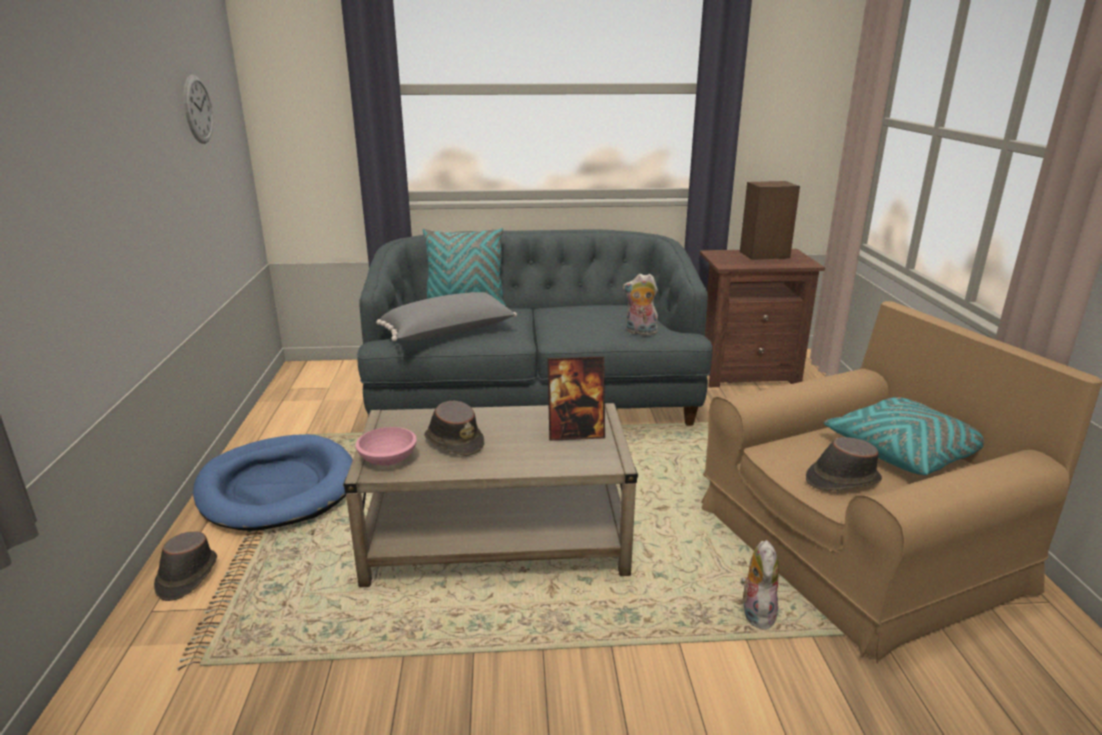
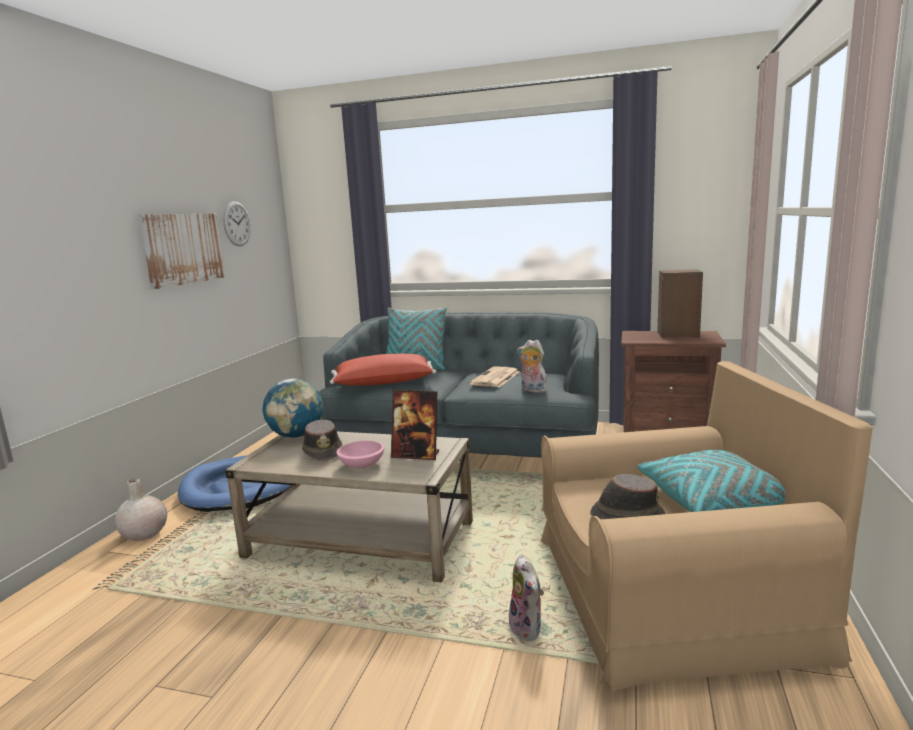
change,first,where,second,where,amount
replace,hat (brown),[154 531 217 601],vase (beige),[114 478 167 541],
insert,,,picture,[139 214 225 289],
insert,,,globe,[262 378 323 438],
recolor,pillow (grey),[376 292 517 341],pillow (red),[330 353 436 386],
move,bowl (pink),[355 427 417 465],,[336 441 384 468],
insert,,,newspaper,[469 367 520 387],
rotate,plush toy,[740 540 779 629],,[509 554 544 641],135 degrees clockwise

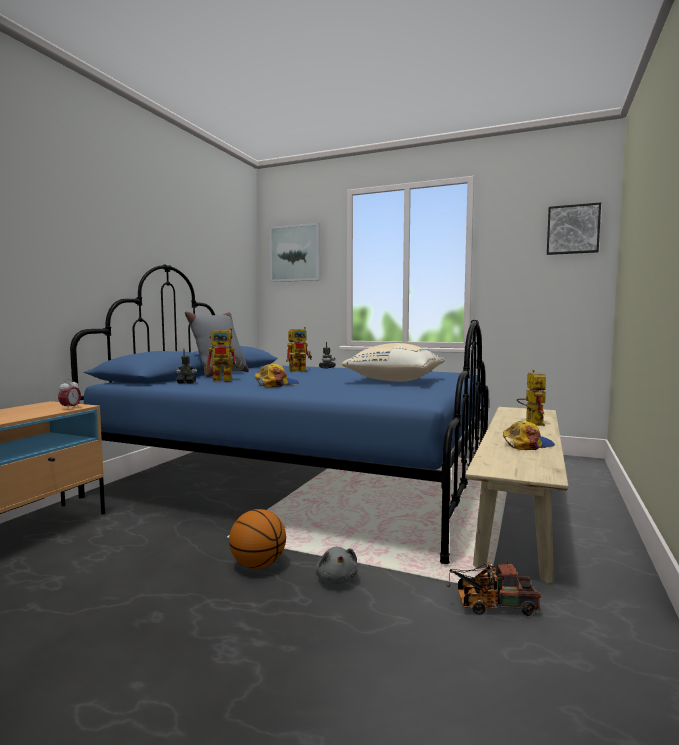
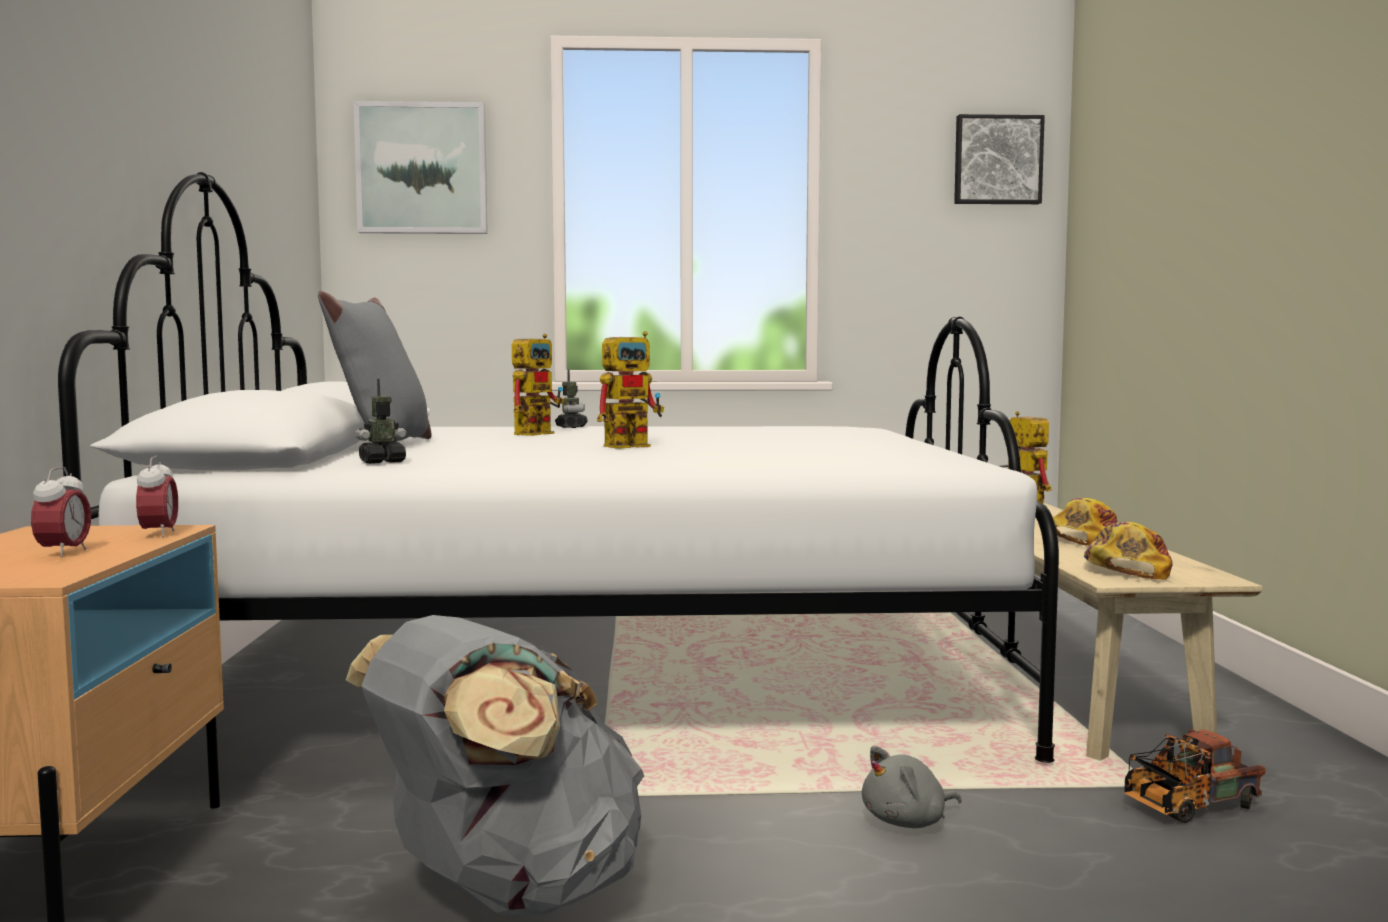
change,first,where,second,where,amount
insert,,,alarm clock,[31 467 91 558],
recolor,bed (blue),[70 264 489 564],bed (white),[58 172 1059 763],
insert,,,backpack (grey),[346 615 644 917],
move,toy robot,[205 327 242 382],,[597 331 664 449],
rotate,plush toy (grey),[315 547 358 584],,[862 746 962 828],105 degrees clockwise
move,cap,[255 364 299 387],,[1084 522 1173 580],
delete,basketball,[229 509 286 569],,,
delete,pillow (beige),[342 343 445 382],,,

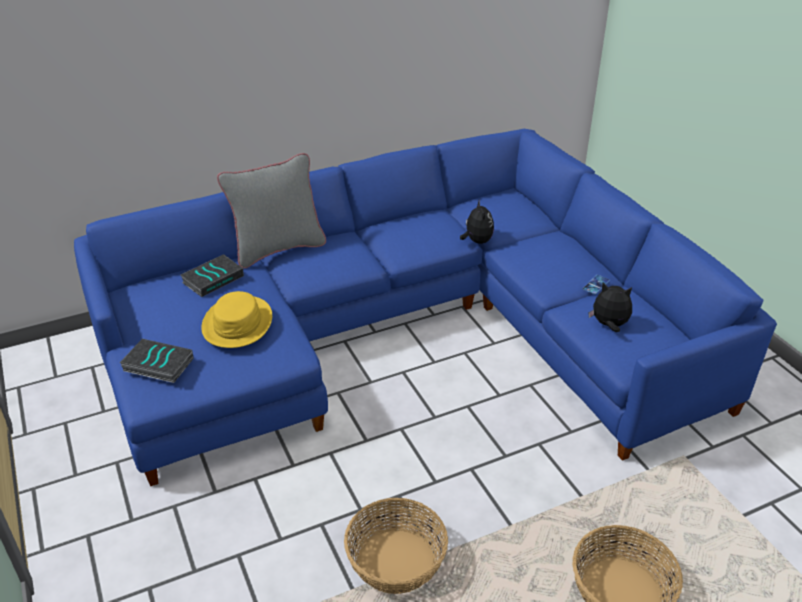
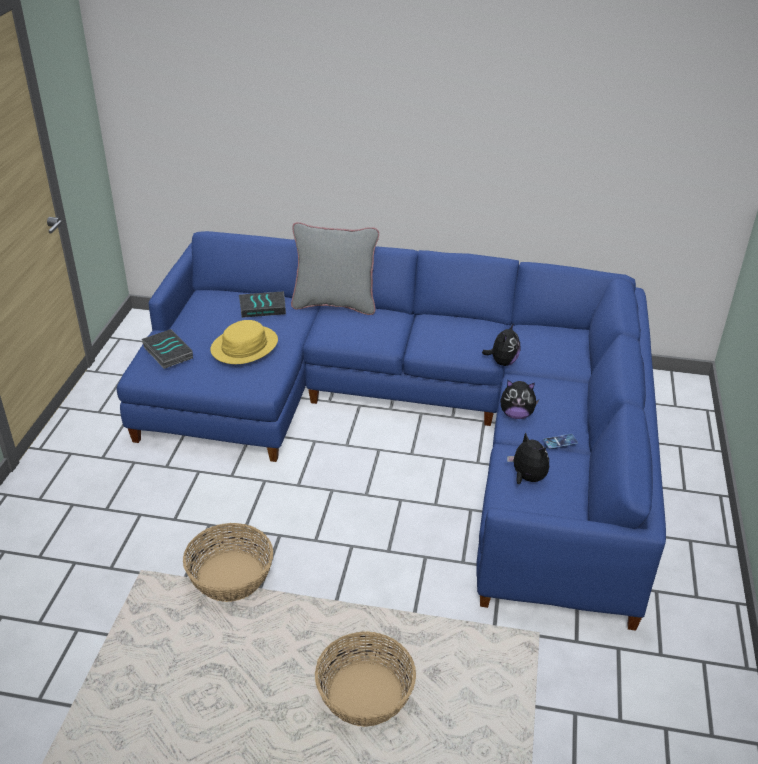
change,first,where,second,where,amount
insert,,,plush toy,[500 380 539 419],

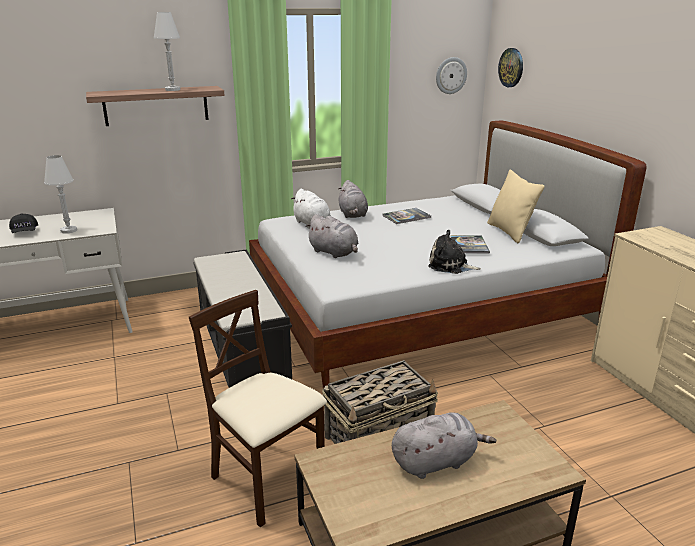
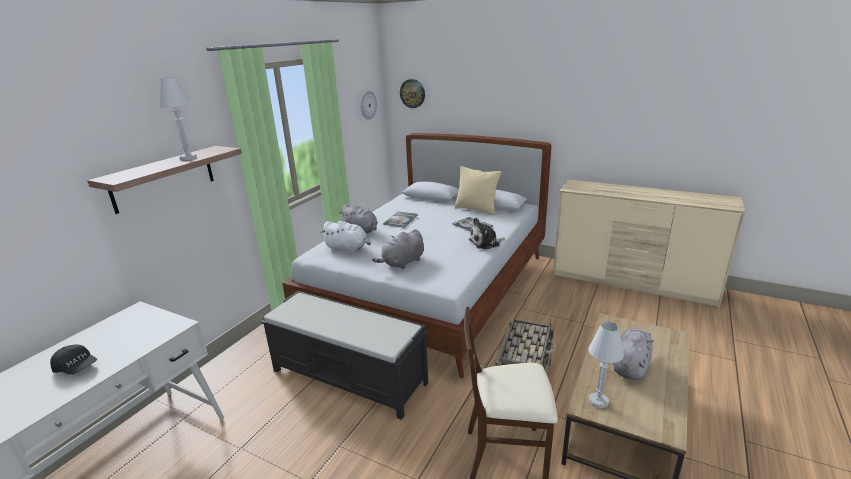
change,first,where,second,where,amount
rotate,plush toy (grey),[305 214 358 258],,[372 229 424 269],135 degrees clockwise
move,table lamp (white),[44 155 77 234],,[588 321 624 408],

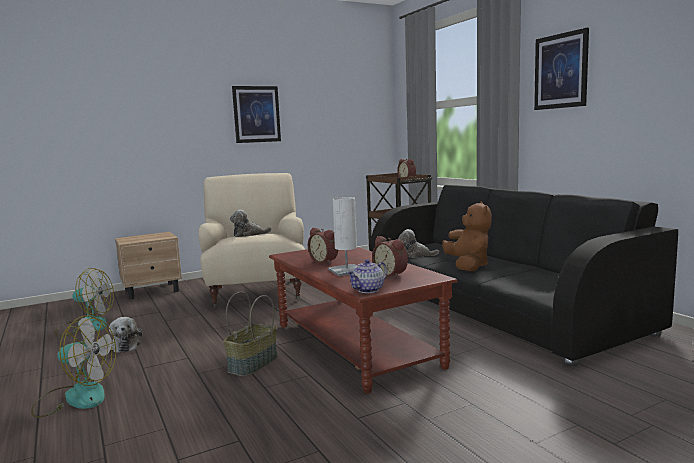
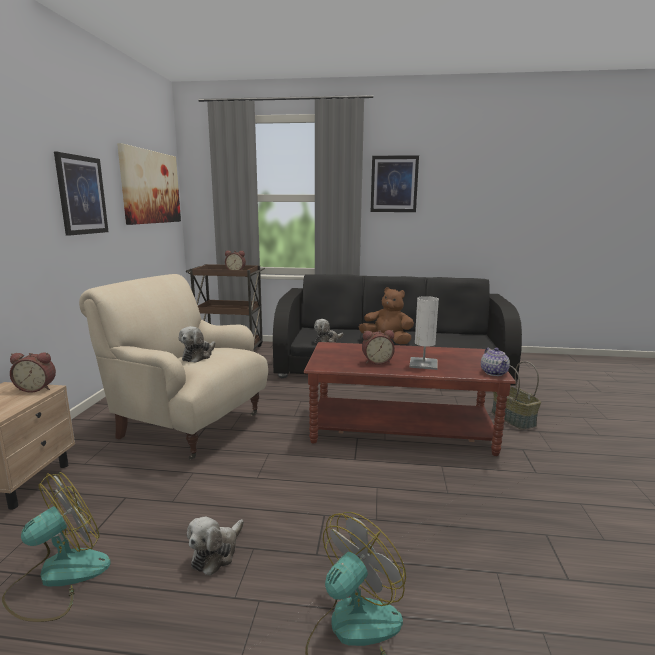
change,first,where,second,where,amount
move,alarm clock,[372 236 408 278],,[10 352 56 392],
insert,,,picture,[117 143 181 225],
rotate,plush toy,[109 317 142 353],,[187 517 244 576],105 degrees clockwise
move,basket,[223 292 278 377],,[492 361 541 430],

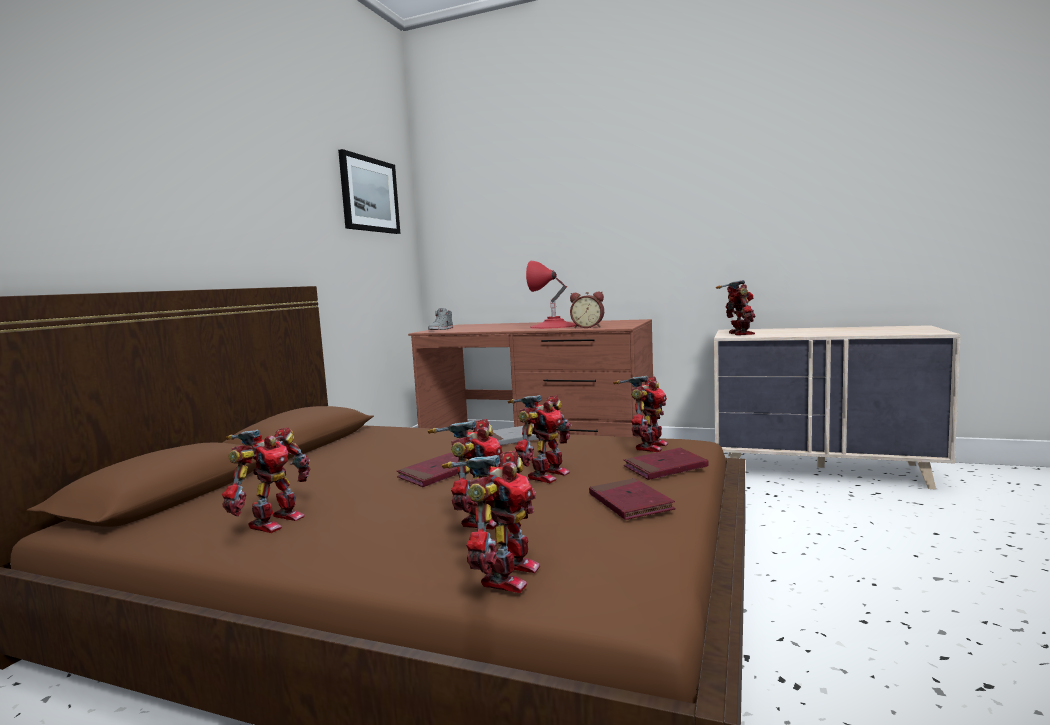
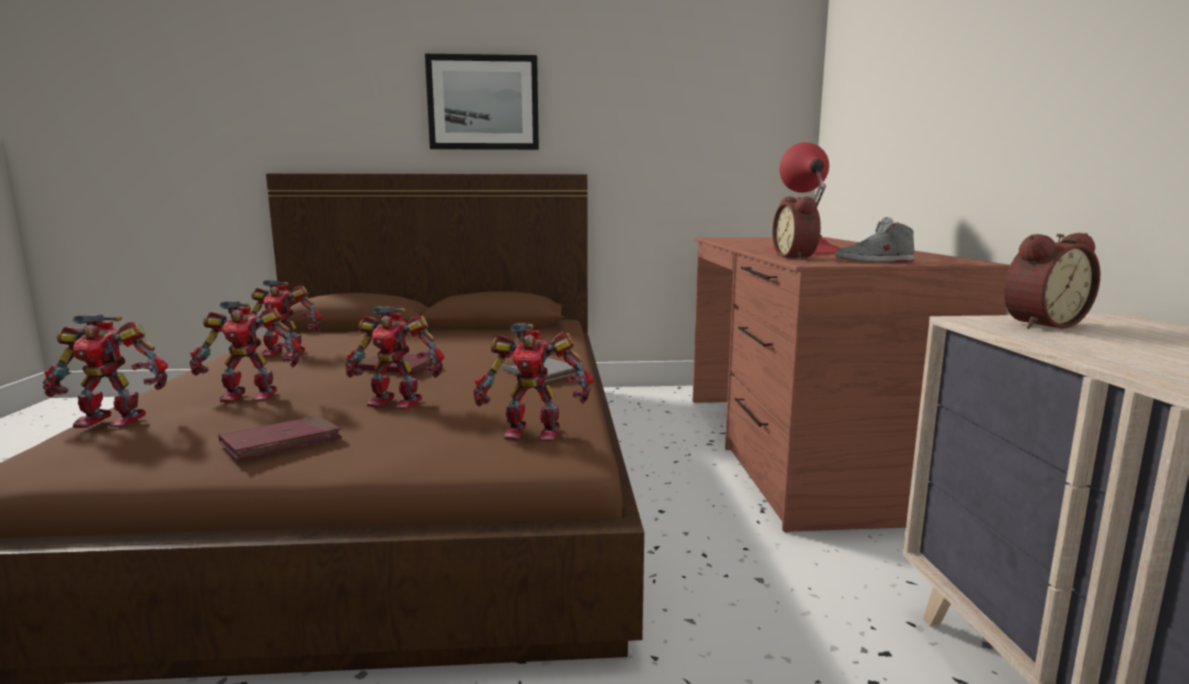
change,first,where,second,where,amount
move,picture,[338 149 400 234],,[425 54 539 150],
move,shoe (grey),[428 308 453 330],,[835 217 915 262],
replace,toy robot,[716 280 755 335],alarm clock,[1004 233 1100 329],
delete,book (red),[624 448 709 480],,,

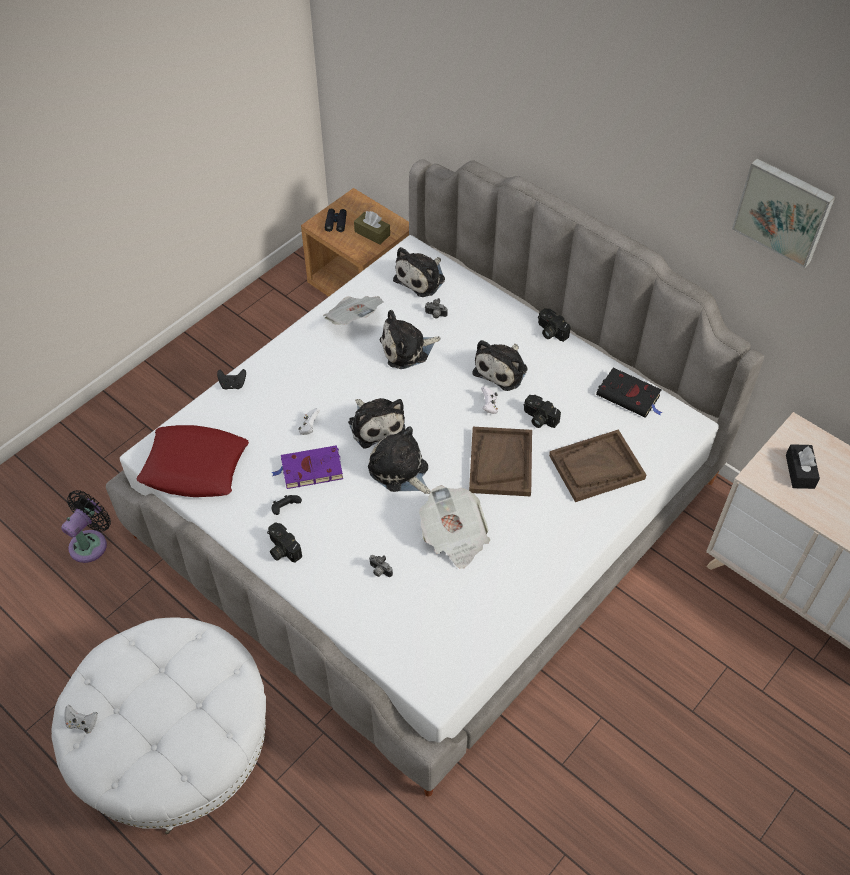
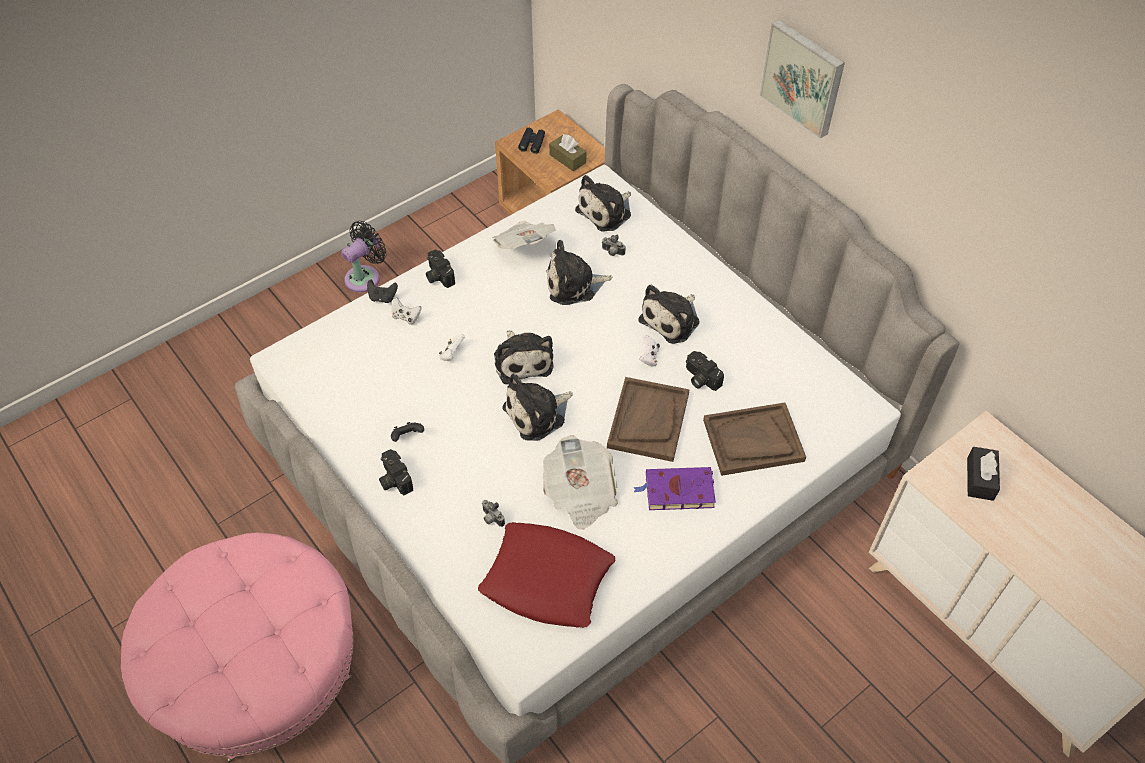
change,first,where,second,where,amount
recolor,ottoman (white),[51 617 266 835],ottoman (pink),[121 532 353 763],
move,fan (black),[61 490 111 563],,[341 221 387 292],
move,game controller (white),[64 705 98 733],,[392 297 422 325],
move,photo camera,[538 308 571 342],,[426 249 455 288],
move,pillow (red),[136 425 249 497],,[478 522 615 628],
rotate,plush toy,[368 426 431 494],,[502 373 573 441],90 degrees counterclockwise
move,book (purple),[272 445 343 489],,[633 467 716 510],
move,picture,[732 158 835 268],,[760 19 845 139],
delete,book (black),[596 368 663 418],,,

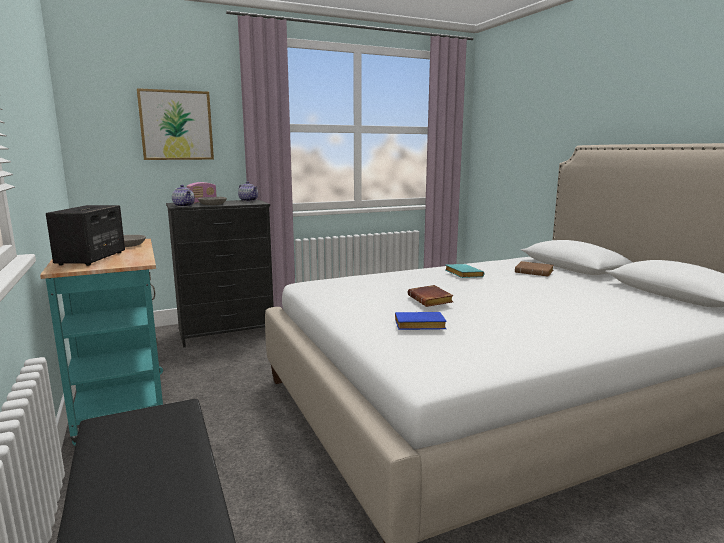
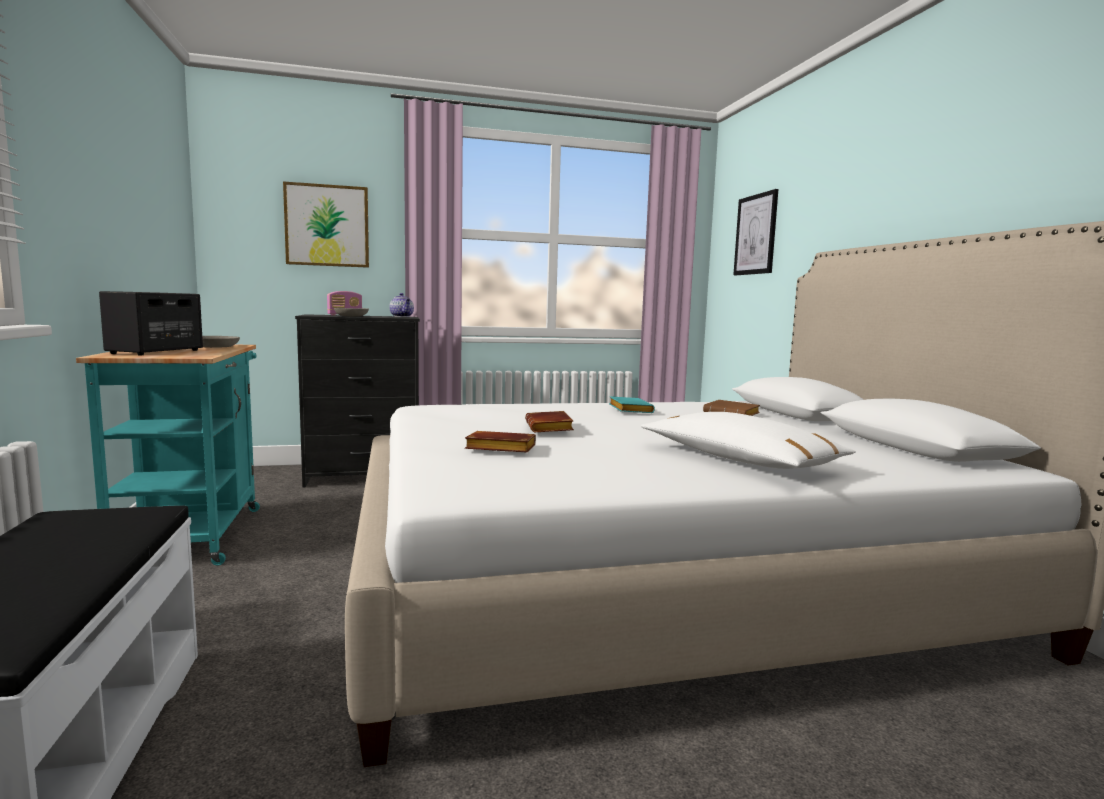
change,first,where,second,where,amount
recolor,book (blue),[395 312 447 330],book (brown),[465 431 536 452],
insert,,,pillow (white),[641 412 856 469],
insert,,,picture,[733 189 778 275],
delete,teapot,[172 185 195 207],,,

